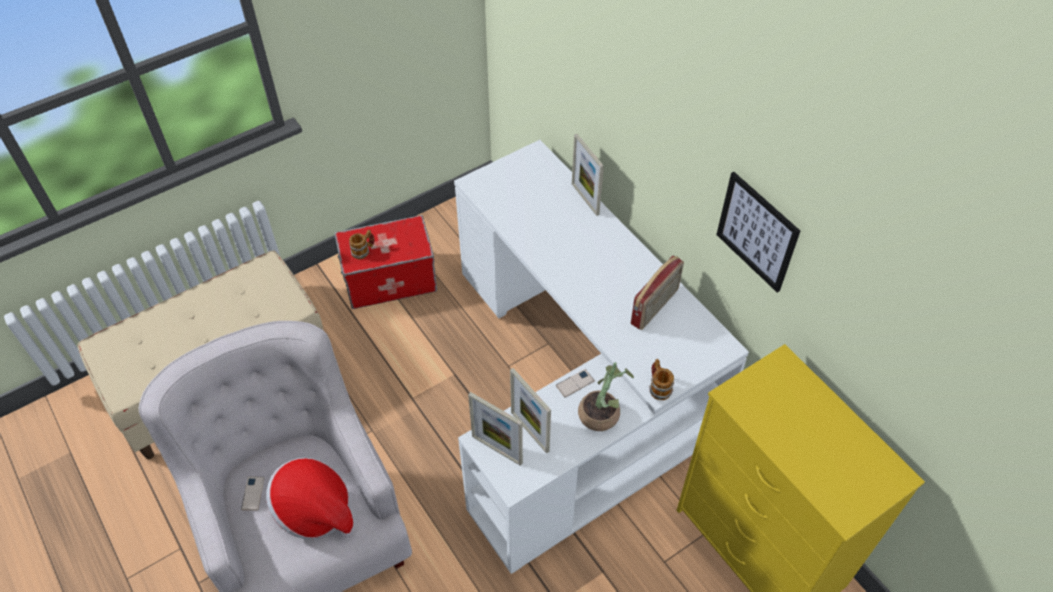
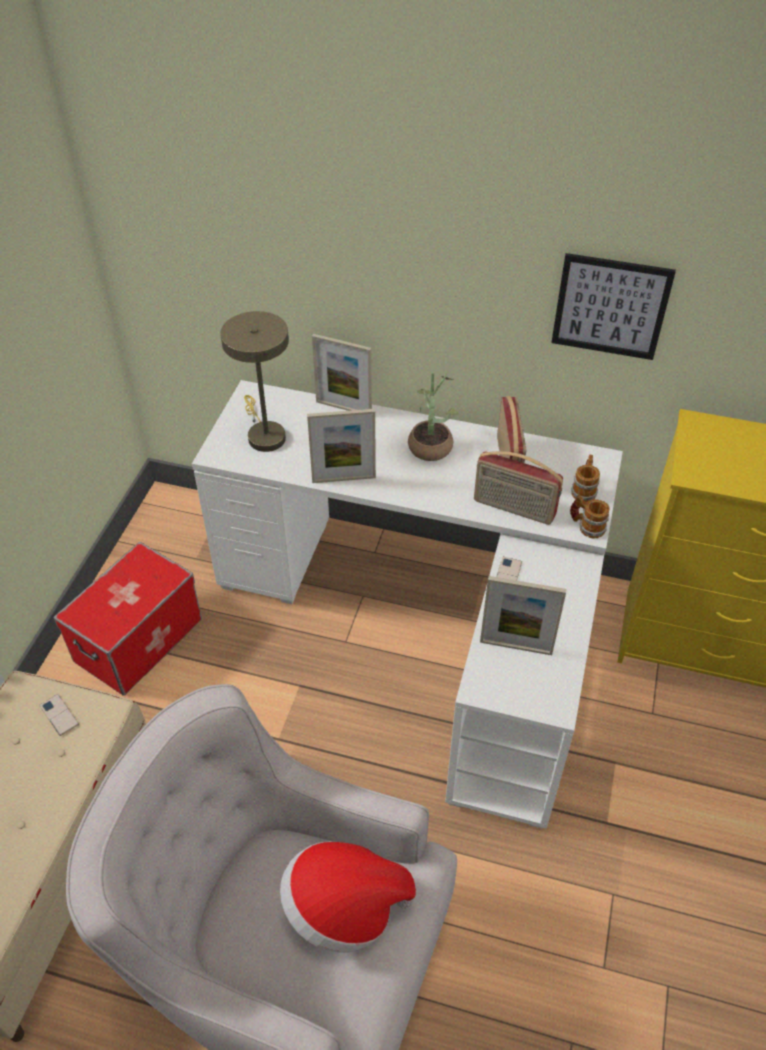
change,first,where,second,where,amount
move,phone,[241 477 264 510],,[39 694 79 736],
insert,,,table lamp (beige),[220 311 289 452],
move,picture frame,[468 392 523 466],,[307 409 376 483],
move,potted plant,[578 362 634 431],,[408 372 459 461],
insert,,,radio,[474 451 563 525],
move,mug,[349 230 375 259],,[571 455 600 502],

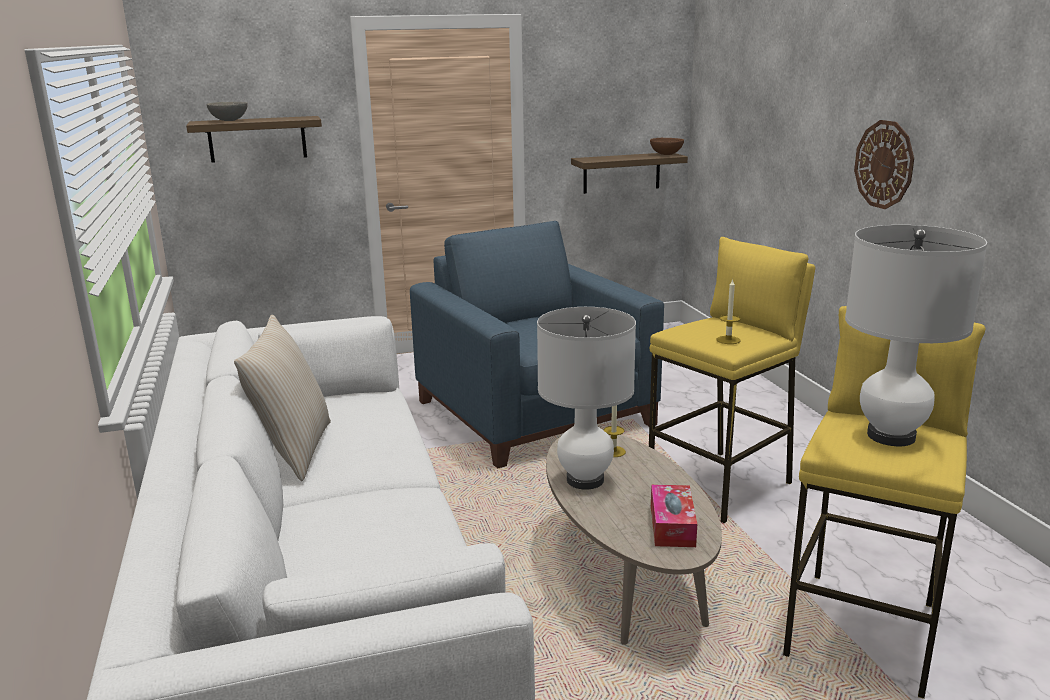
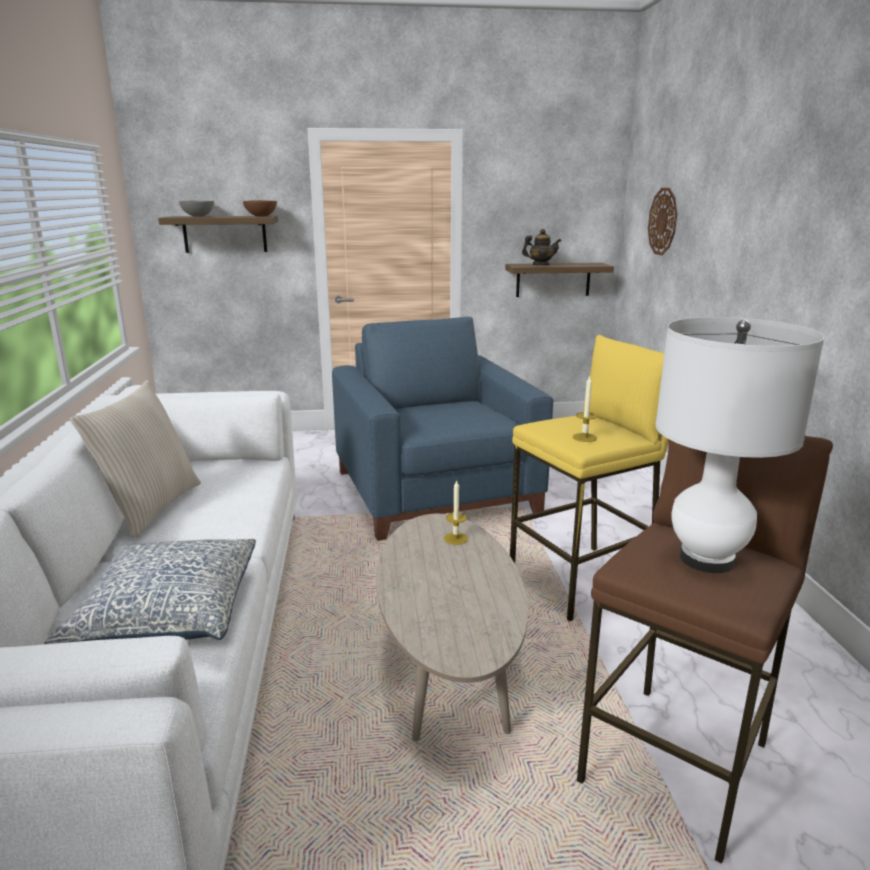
change,first,where,second,where,amount
insert,,,pillow,[44 539 256 644],
move,bowl (brown),[650 138 684 155],,[243 200 277 217],
insert,,,teapot,[522 229 561 265],
recolor,stool (yellow),[783 306 986 699],stool (brown),[577 436 833 864],
move,wall clock,[854 120 914 209],,[648 188 677 255],
delete,table lamp (white),[537 307 636 490],,,
delete,tissue box,[651 485 697 547],,,

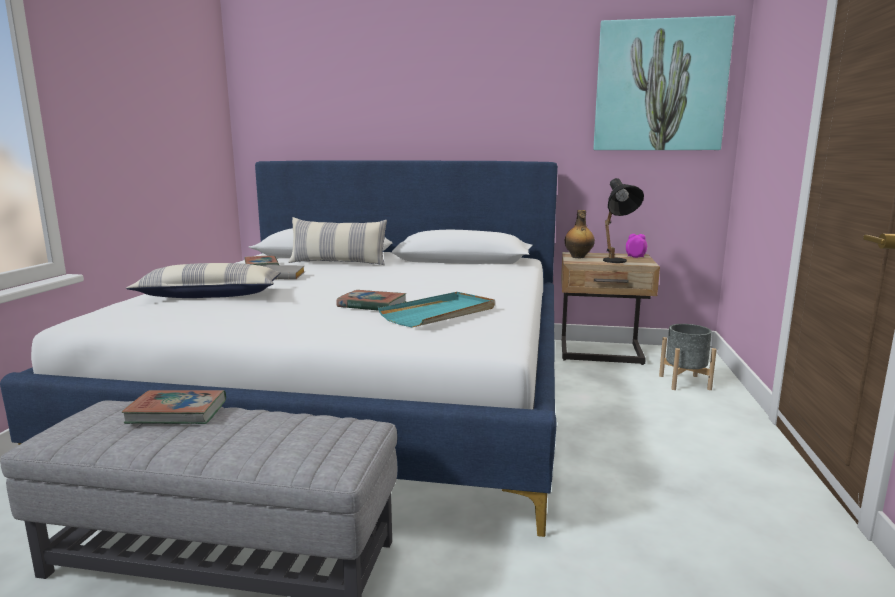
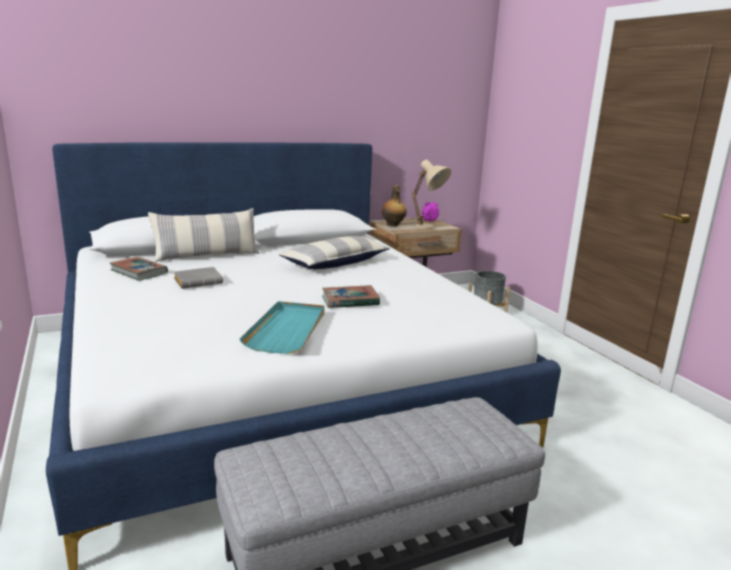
change,first,where,second,where,amount
move,tray (turquoise),[378 292 495 328],,[240 301 325 354],
move,pillow,[126 263 281 298],,[278 236 390 269],
recolor,table lamp (black),[603 178 644 263],table lamp (beige),[412 159 452 229],
delete,book,[121 390 226 424],,,
delete,picture,[593 16 735 150],,,

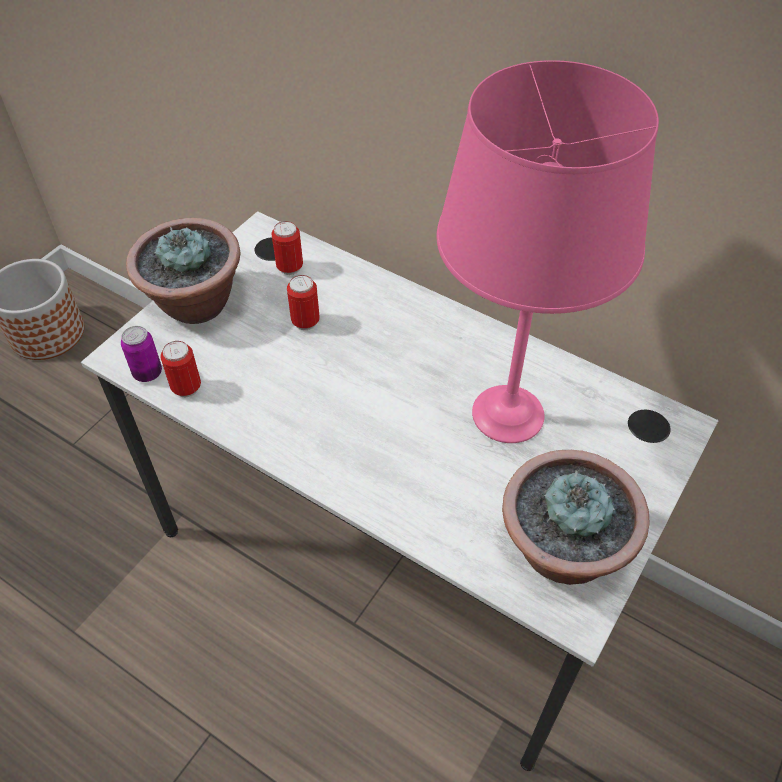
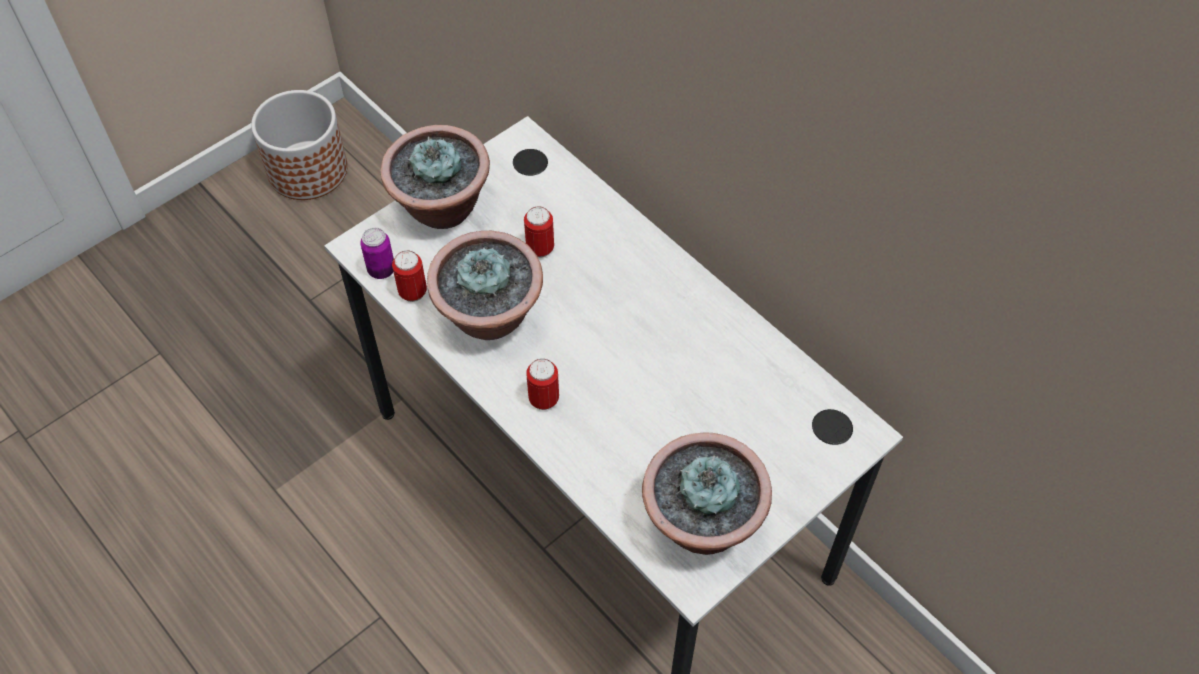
change,first,where,second,where,amount
insert,,,potted plant,[427 231 543 340],
move,can,[271 221 303 275],,[526 359 559 410],
delete,table lamp (pink),[437 60 659 443],,,

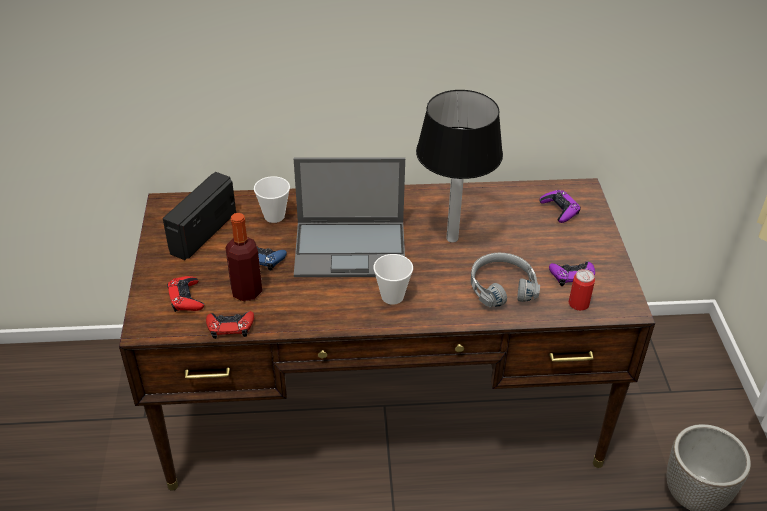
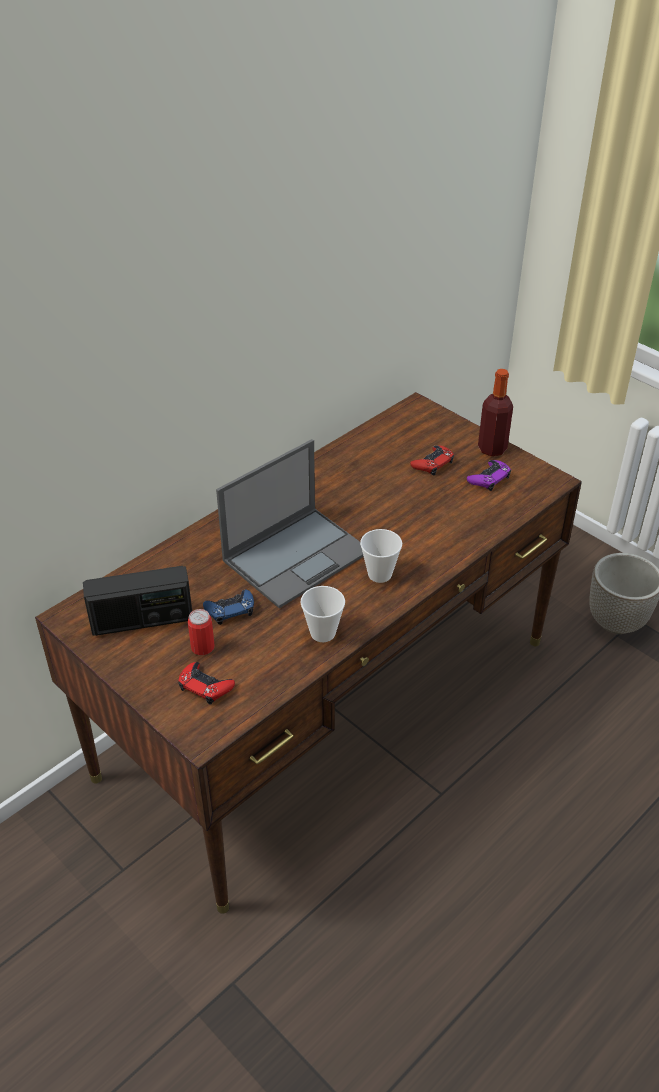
change,first,where,second,where,amount
rotate,radio,[163 172 236 260],,[83 566 192 636],90 degrees counterclockwise
move,can,[569 269 595 311],,[188 609 215 655],
move,cup,[254 176 290 223],,[300 586 345 642],
move,game controller (red),[206 311 254 339],,[410 445 454 476],
move,bottle,[225 213 262 302],,[478 369 513 456],
delete,table lamp,[416 90 503 243],,,
delete,headphones (grey),[471 253 540 307],,,
delete,game controller (purple),[539 190 581 223],,,

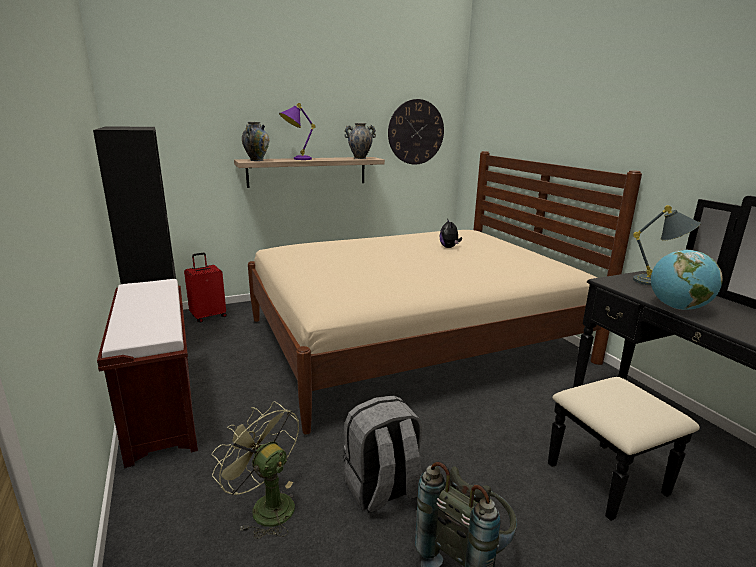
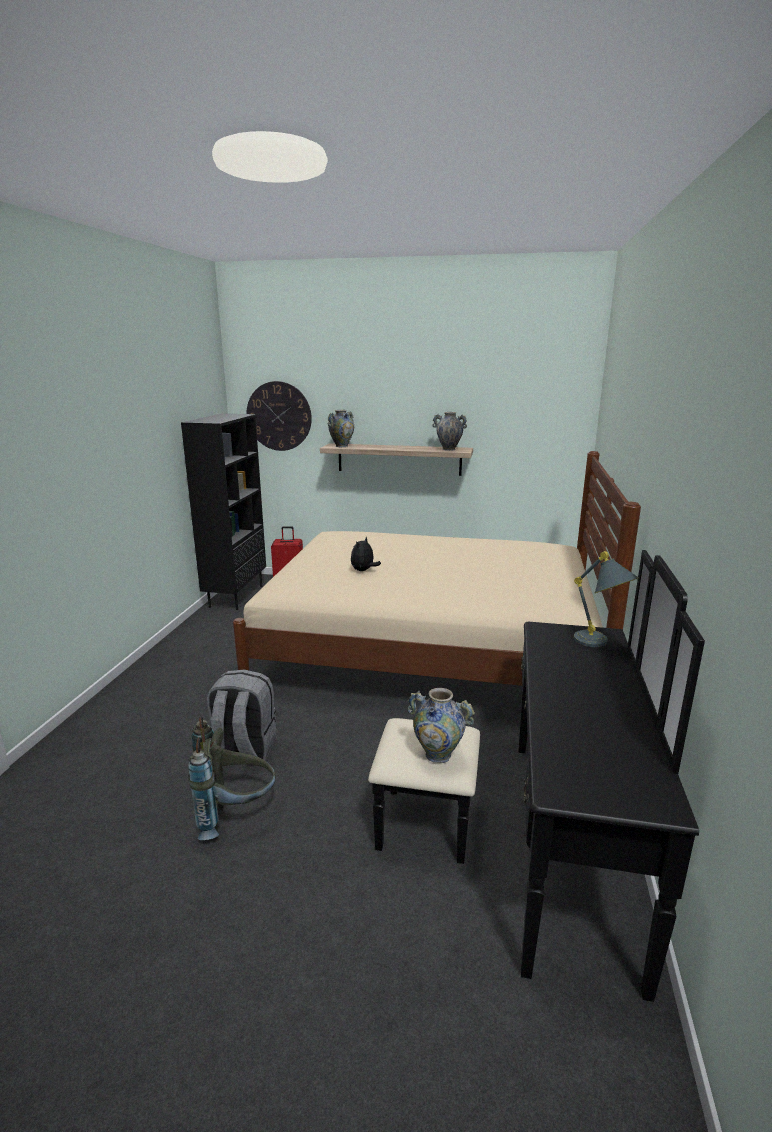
change,first,where,second,where,amount
move,wall clock,[388 99 444 165],,[247 381 312 451],
move,plush toy,[440 218 462 248],,[351 537 381 571],
insert,,,vase,[407 688 475 763],
delete,bench (brown),[97 279 198 468],,,
delete,fan (green),[211 401 299 539],,,
delete,table lamp (purple),[279 103 316 160],,,
delete,globe,[651 250 723 310],,,

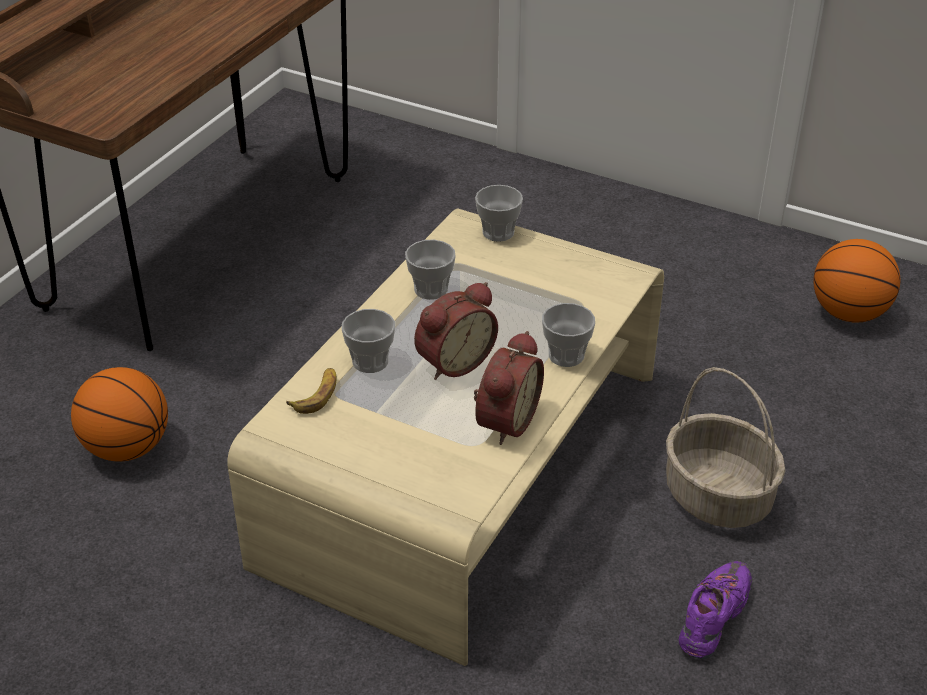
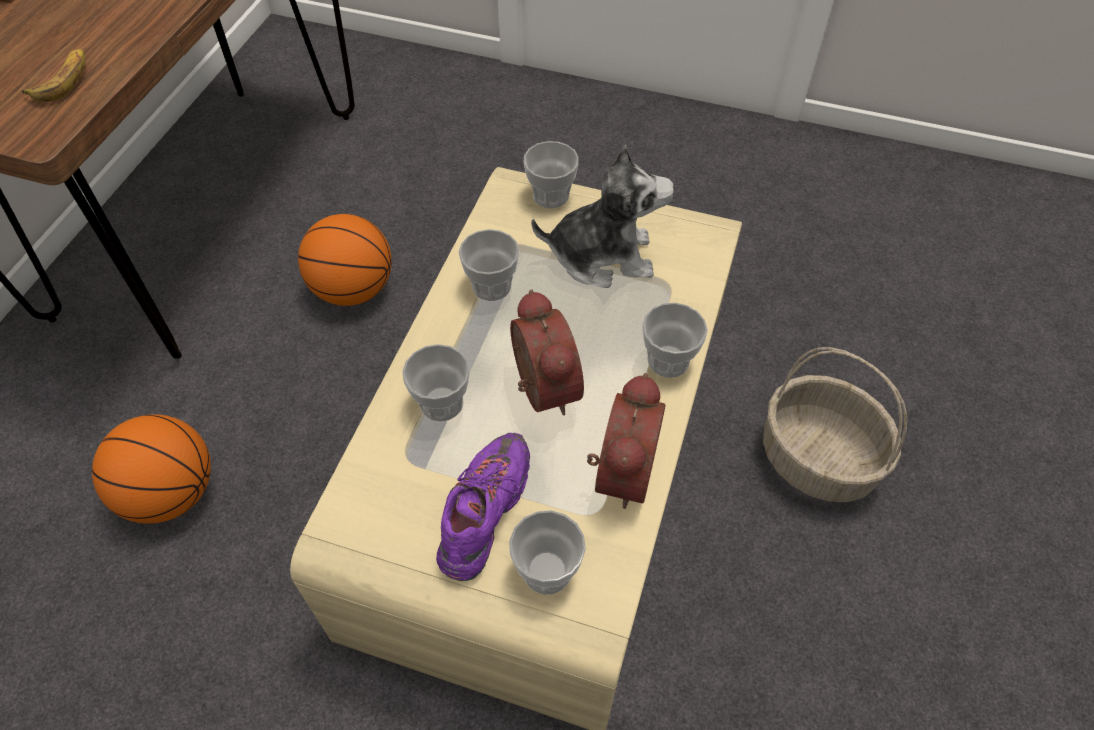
change,first,where,second,where,amount
move,banana,[286 368 336 414],,[22 49 85 102],
move,basketball,[813 239 900 323],,[298 214 392 306],
move,shoe (purple),[679 561 752 659],,[436 433 530 581],
insert,,,cup,[509 510 586 595],
rotate,alarm clock,[414 282 498 380],,[510 289 584 416],60 degrees counterclockwise
insert,,,plush toy,[532 144 674 288],

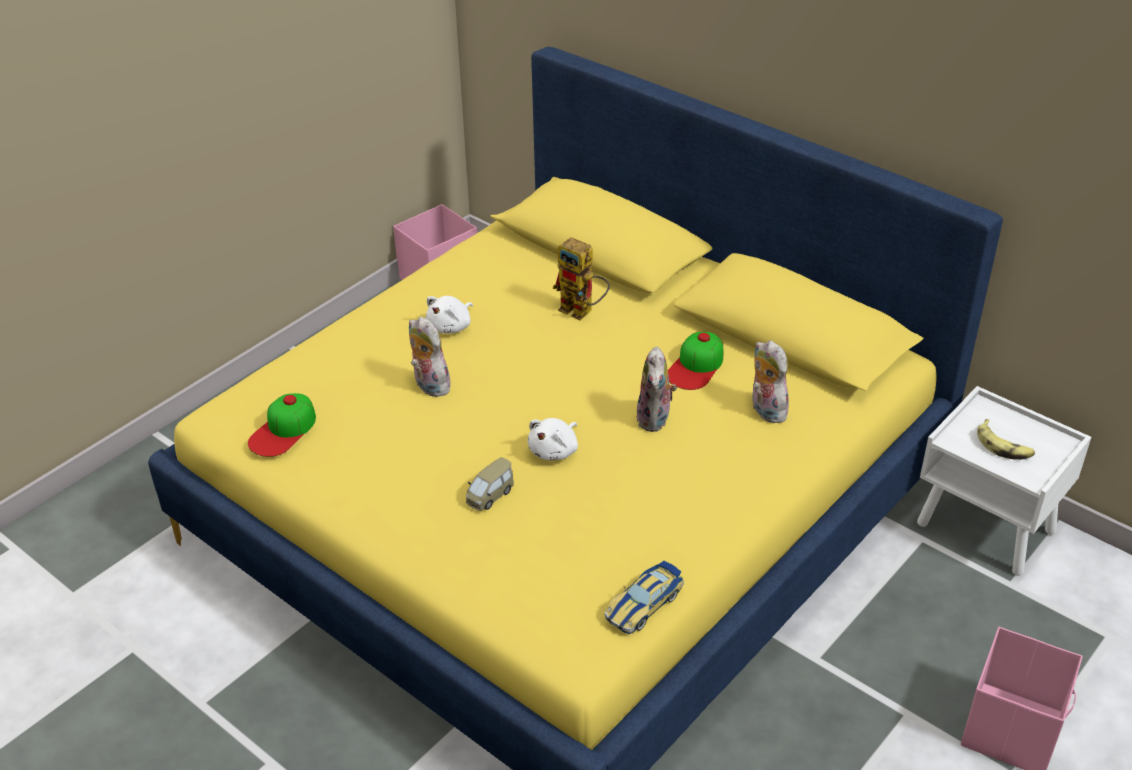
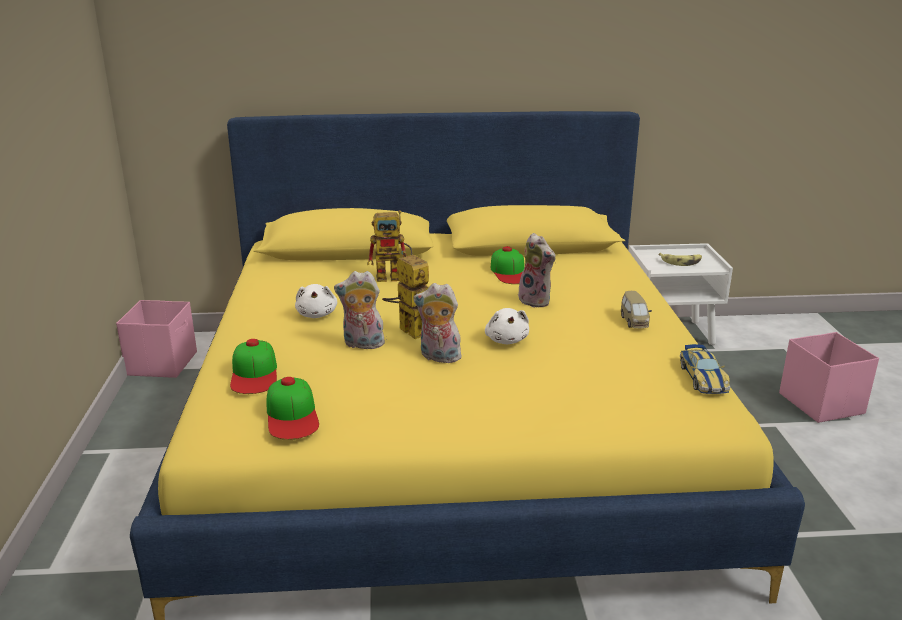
change,first,where,second,where,amount
insert,,,cap,[230 339 277 394],
insert,,,toy robot,[382 251 429 339],
move,plush toy,[753 340 789 423],,[413 283 461 363],
move,toy car,[466 457 514 511],,[621 291 652 328],

